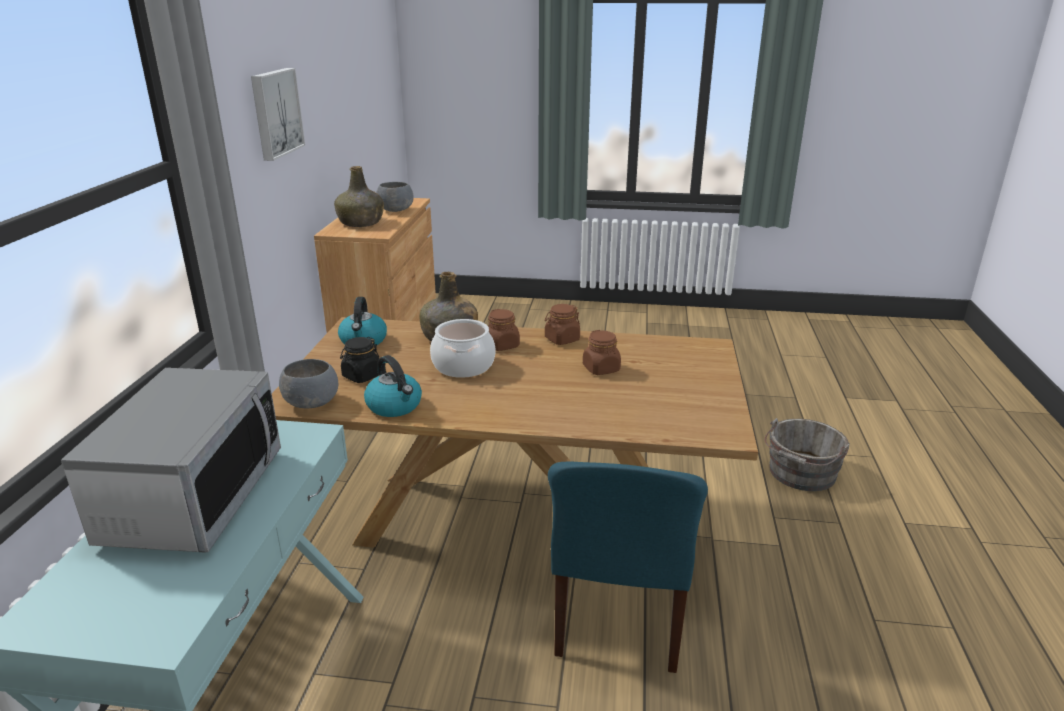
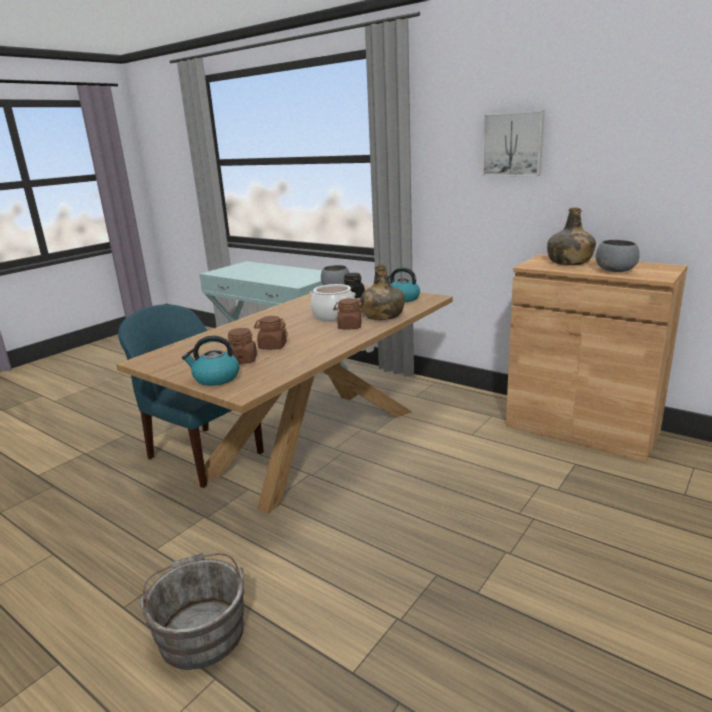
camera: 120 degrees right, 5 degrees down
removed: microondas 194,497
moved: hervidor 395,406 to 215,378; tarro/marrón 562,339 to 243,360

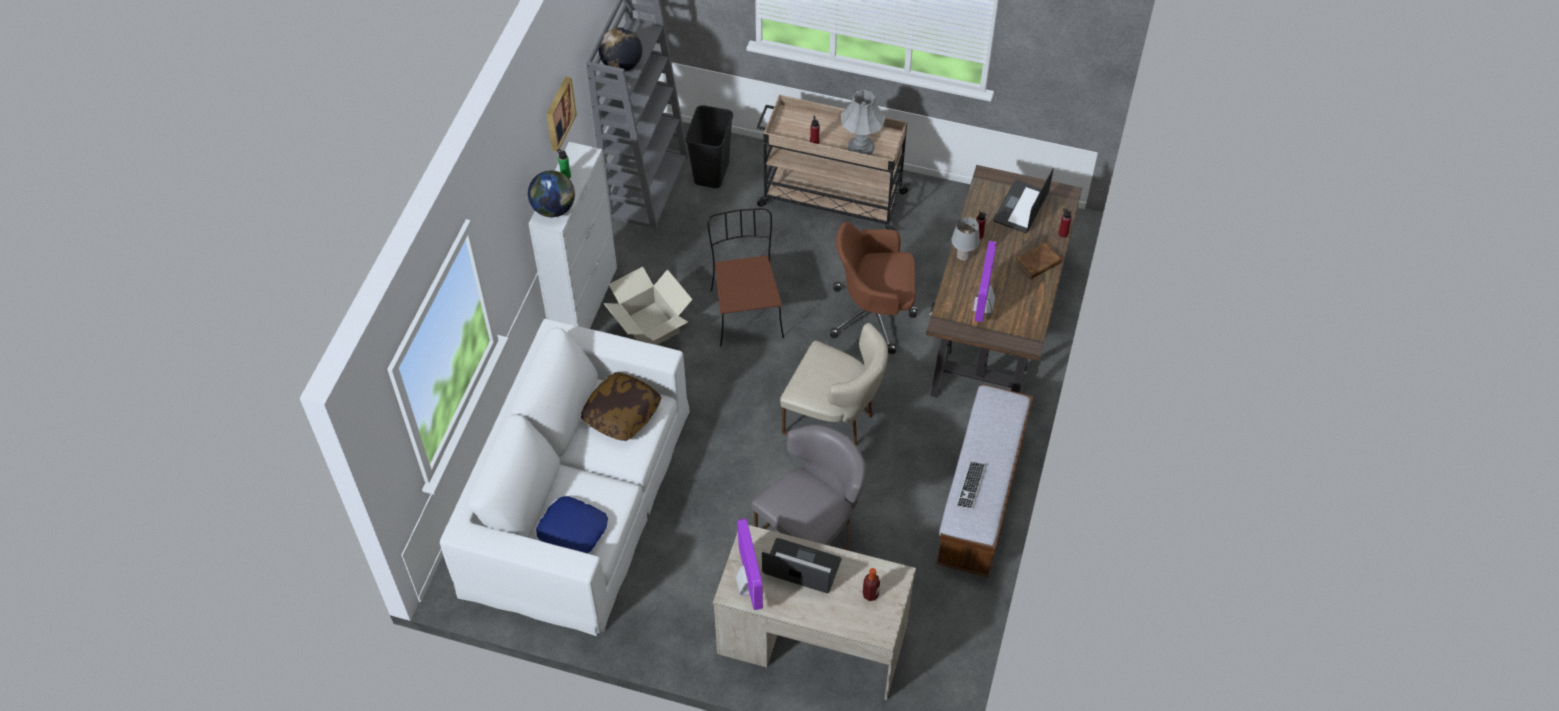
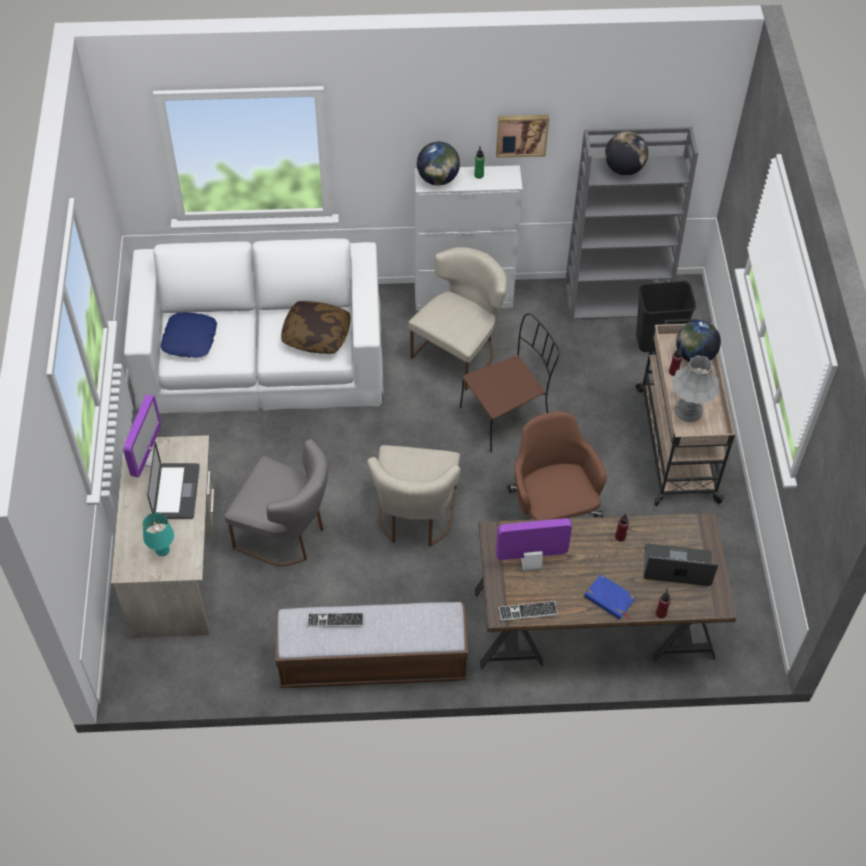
camera: 70 degrees right, 0 degrees up
removed: lámpara de mesa/gris 963,257
added: teclado 528,611; globo terráqueo 694,355
replaced: botella 870,594 to lámpara de mesa/turquesa 163,551; caja de cartón 651,326 to silla/beis 459,351
recoloured: libro/marrón 1038,263 to libro/azul 609,599
turned: monitor 748,585 = 146,458 45 degrees counterclockwise

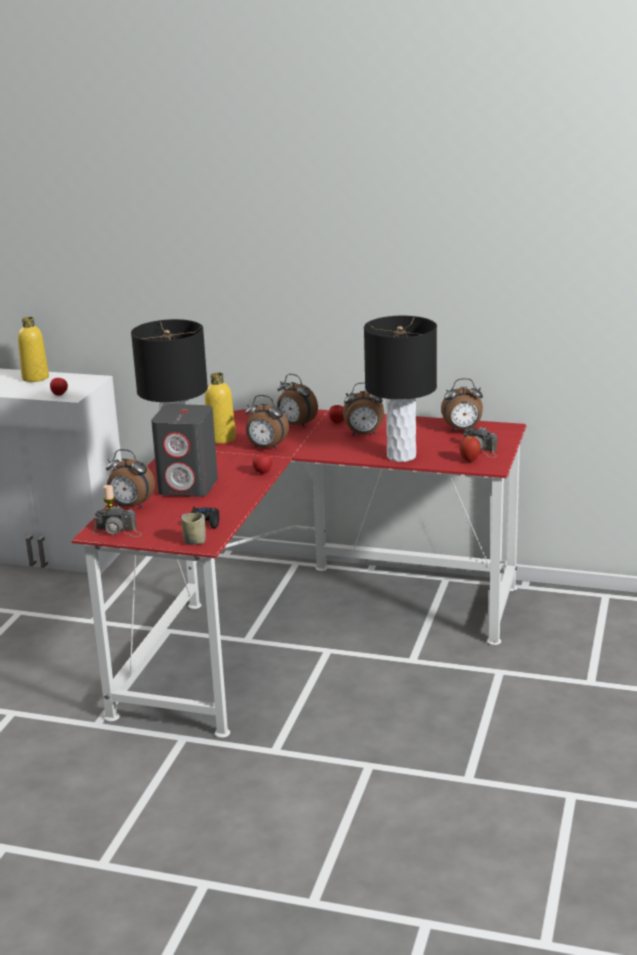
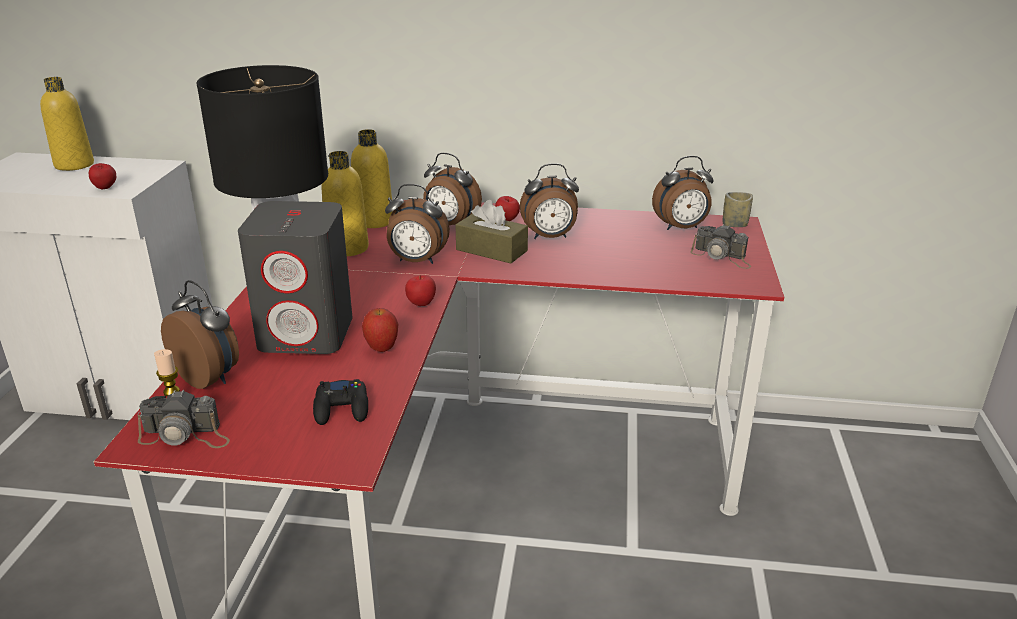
camera: 10 degrees left, 5 degrees up
removed: lámpara de mesa/negro 401,456
added: botella/amarillo 374,221; caja de pañuelos/marrón 491,250
moved: manzana 469,460 to 382,349; taza 194,541 to 734,225
turned: despertador 131,506 = 210,377 150 degrees counterclockwise

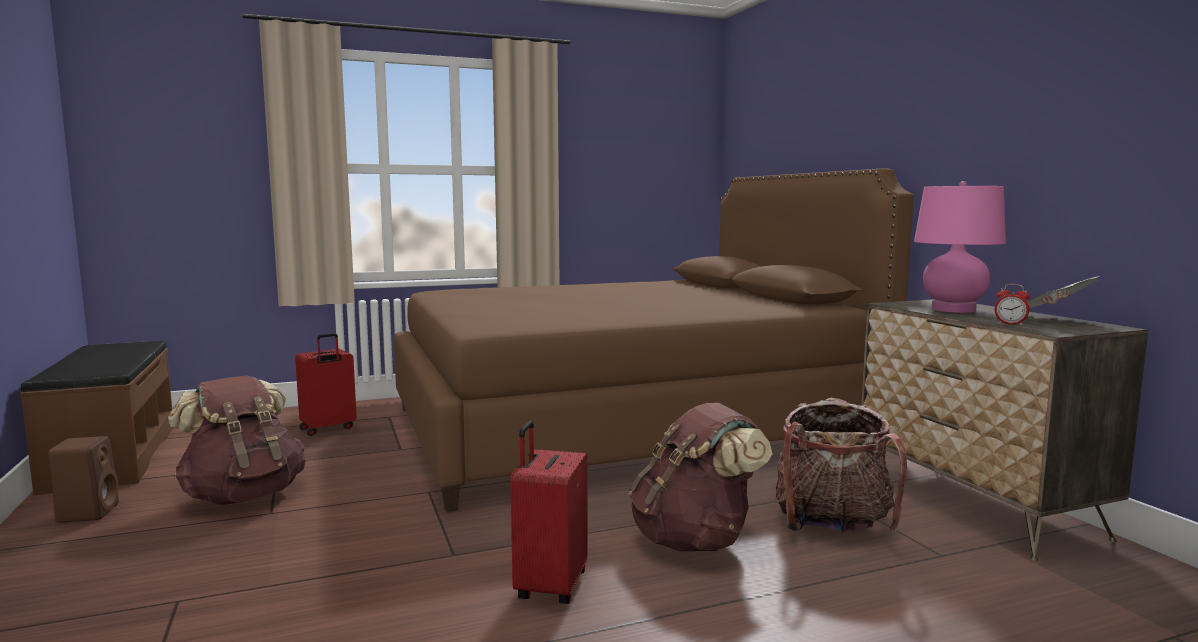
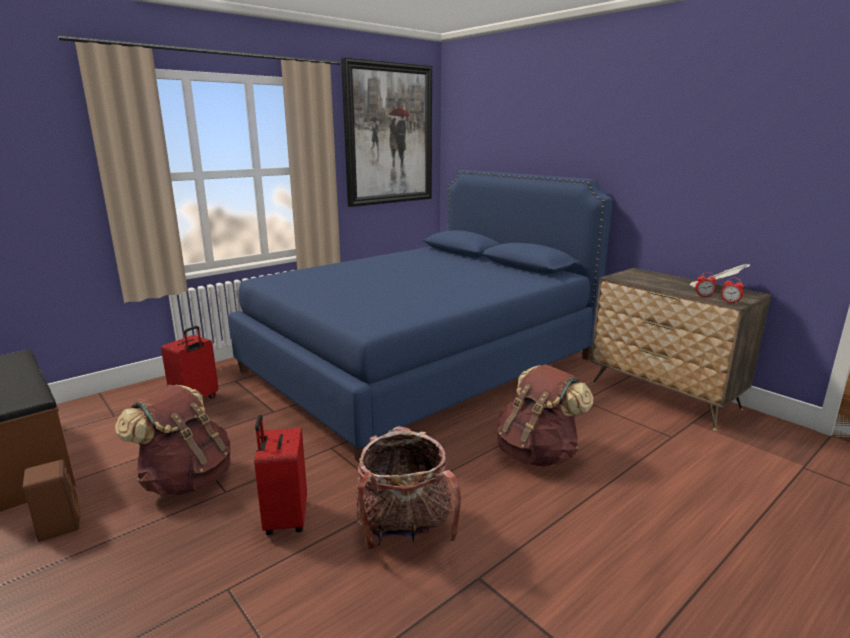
camera: 20 degrees left, 10 degrees up
removed: lámpara de mesa/rosa 953,309
added: cuadro 389,135; despertador 730,302
moved: maleta/rojo 549,586 to 285,519; mochila 831,524 to 404,530
recoloured: cama/marrón 625,426 to cama/azul 420,364

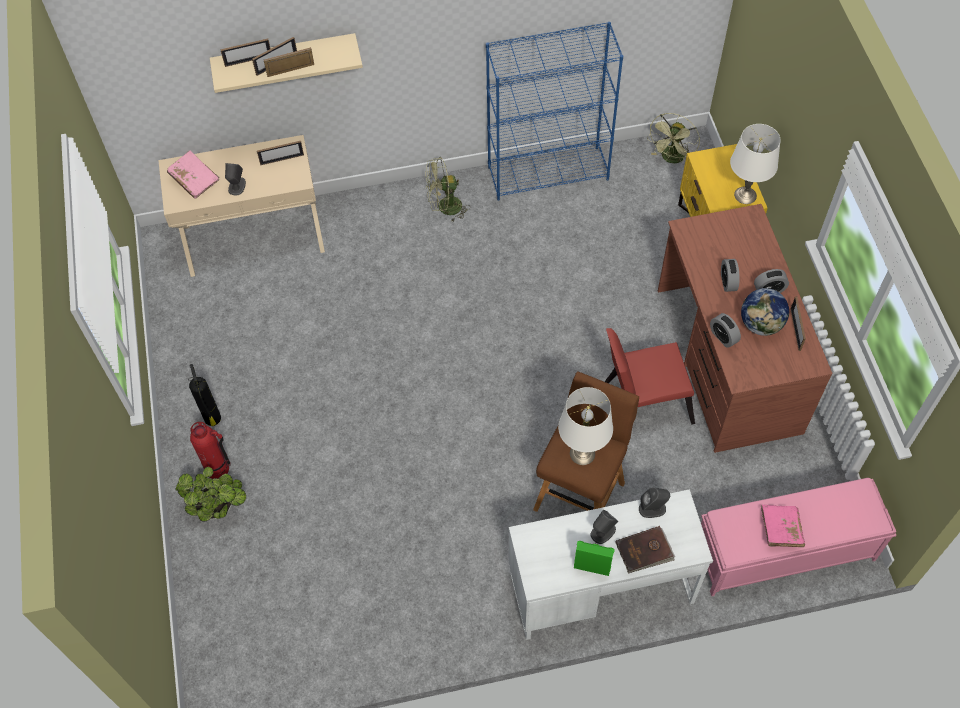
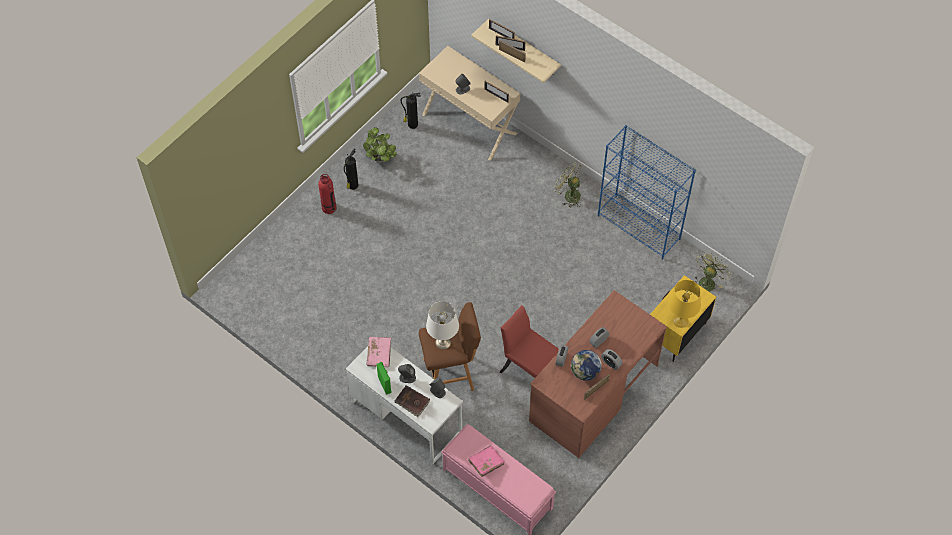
camera: 50 degrees right, 0 degrees up
added: extintor 412,124
moved: planta en maceta 219,508 to 381,159; libro/rosa 194,179 to 379,354
recoloured: lámpara de mesa/blanco 745,195 to lámpara de mesa/amarillo 680,320
turned: ventilador/verde 671,159 = 708,281 135 degrees clockwise

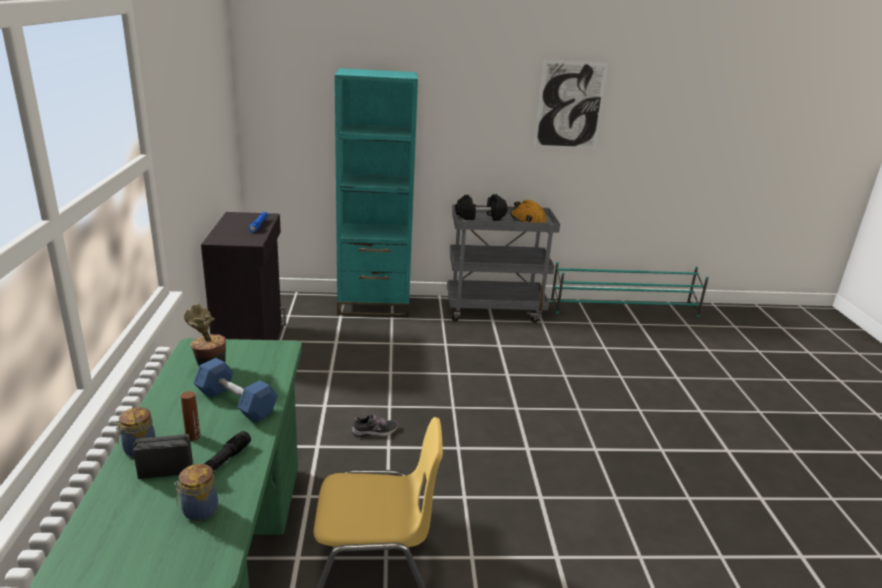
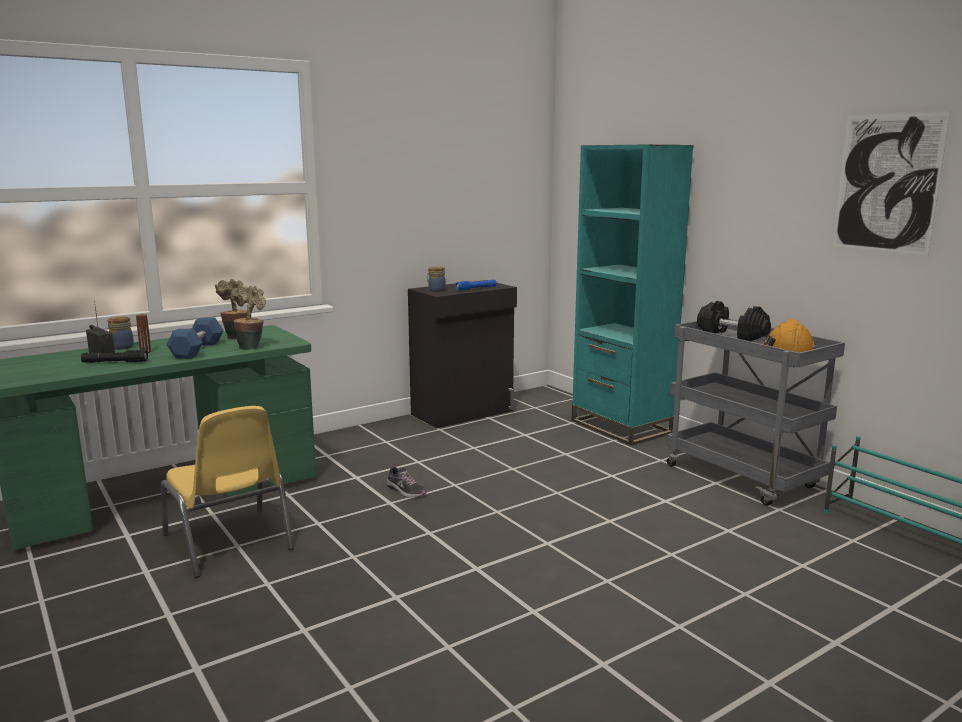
camera: 60 degrees right, 10 degrees down
added: planta en maceta 251,347
moved: tarro 198,511 to 436,290

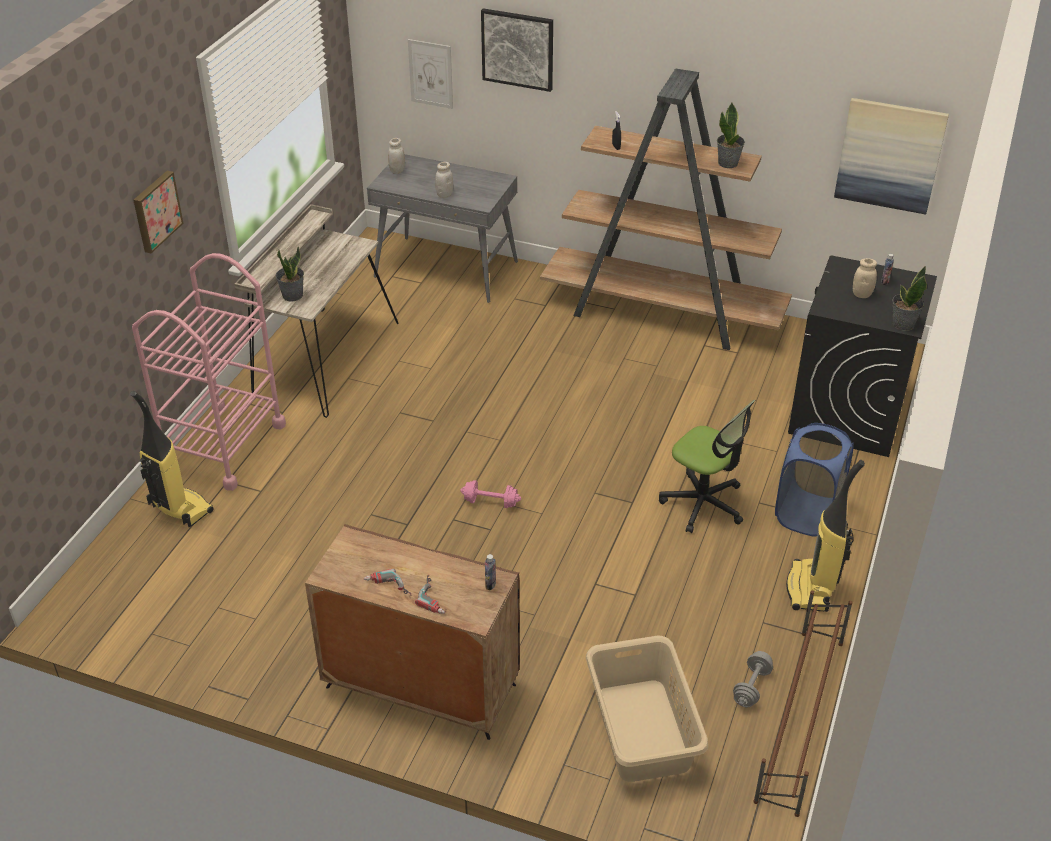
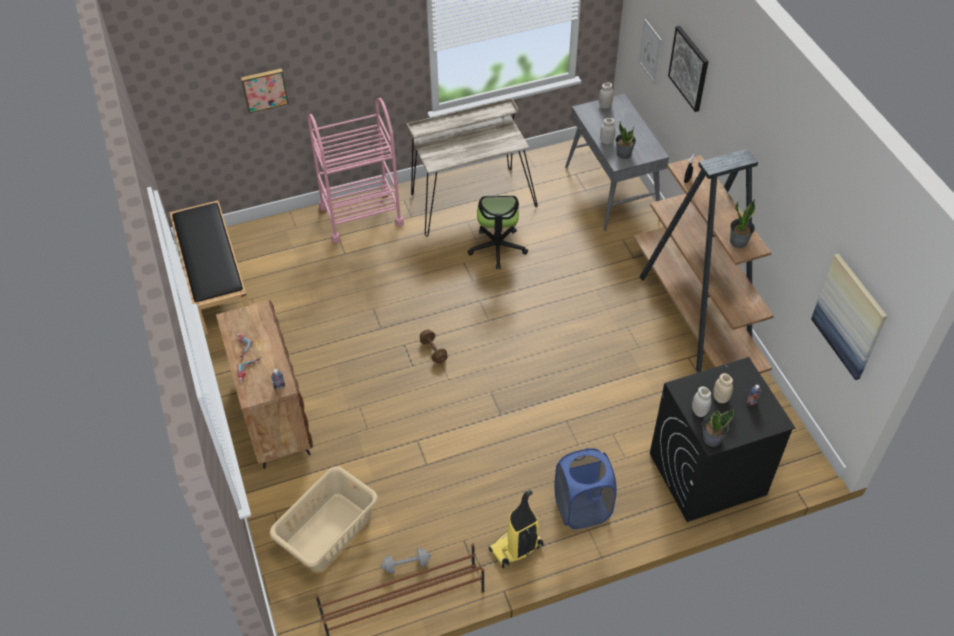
camera: 50 degrees right, 10 degrees up
removed: aspiradora 179,508
added: banco/negro 214,279; tarro/blanco 699,411
moved: cuadro 155,211 to 264,89; silla de oficina 703,503 to 497,248; planta en maceta 292,295 to 623,153
recoloured: mancuerna/rosa 490,502 to mancuerna/marrón 433,351

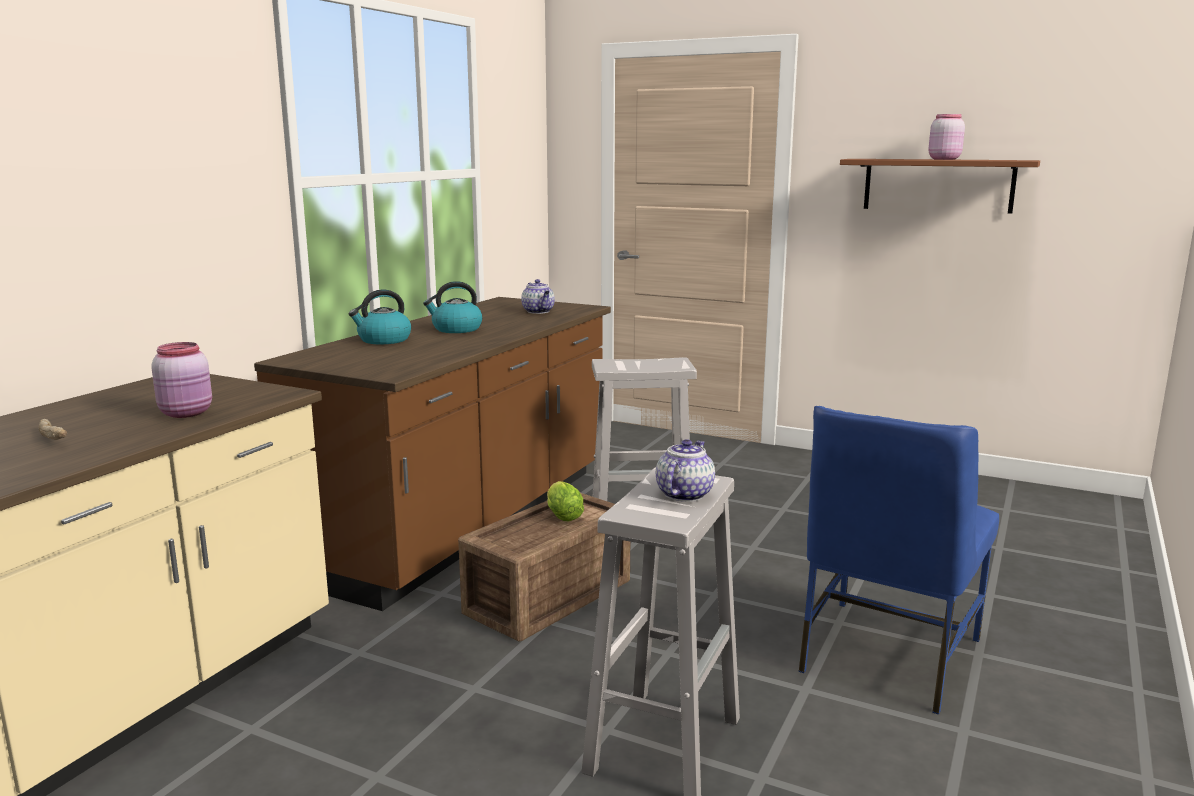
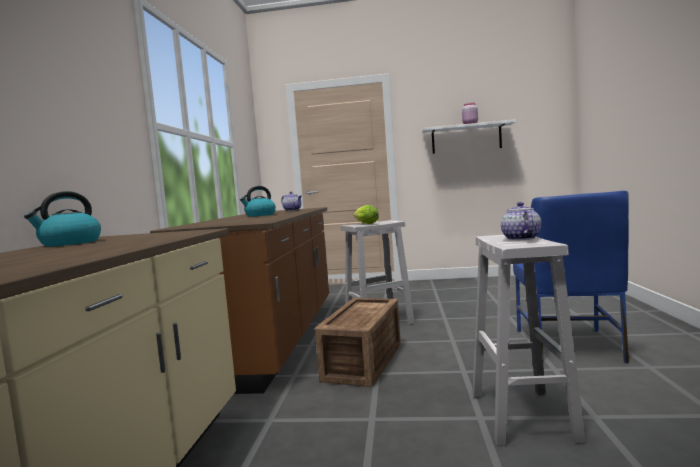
camera: 20 degrees left, 10 degrees down
removed: pan 54,437; tarro/rosa 187,413
moved: hervidor 383,340 to 70,243; lechuga 562,515 to 365,224
recoloured: estante/marrón 938,185 to estante/blanco 466,138

